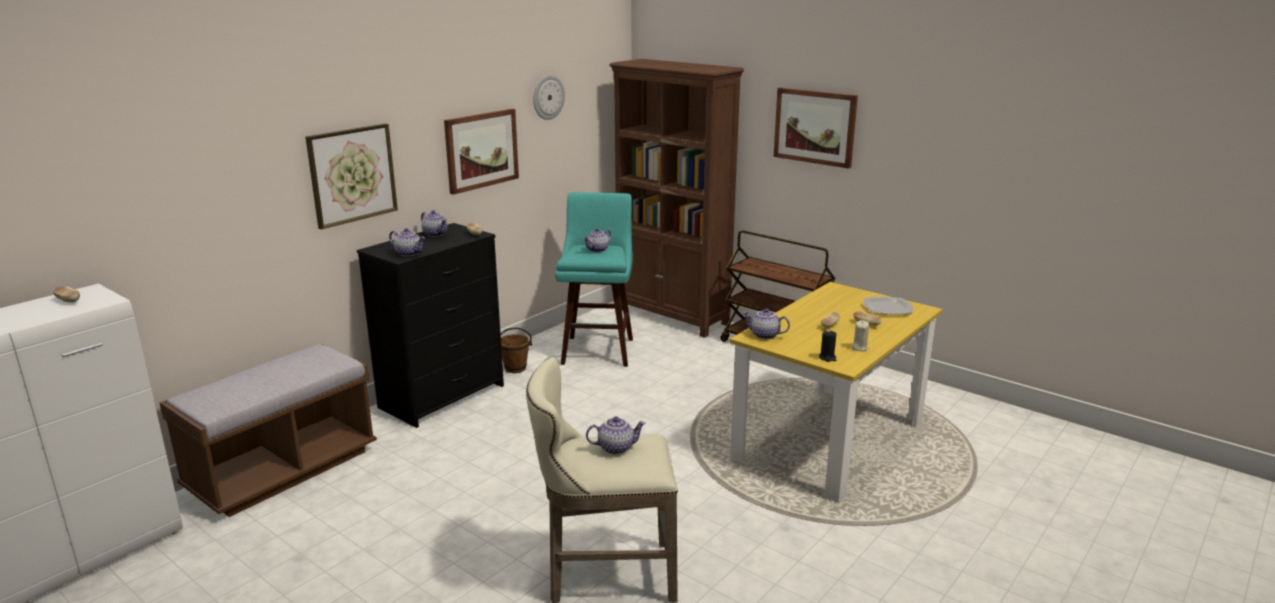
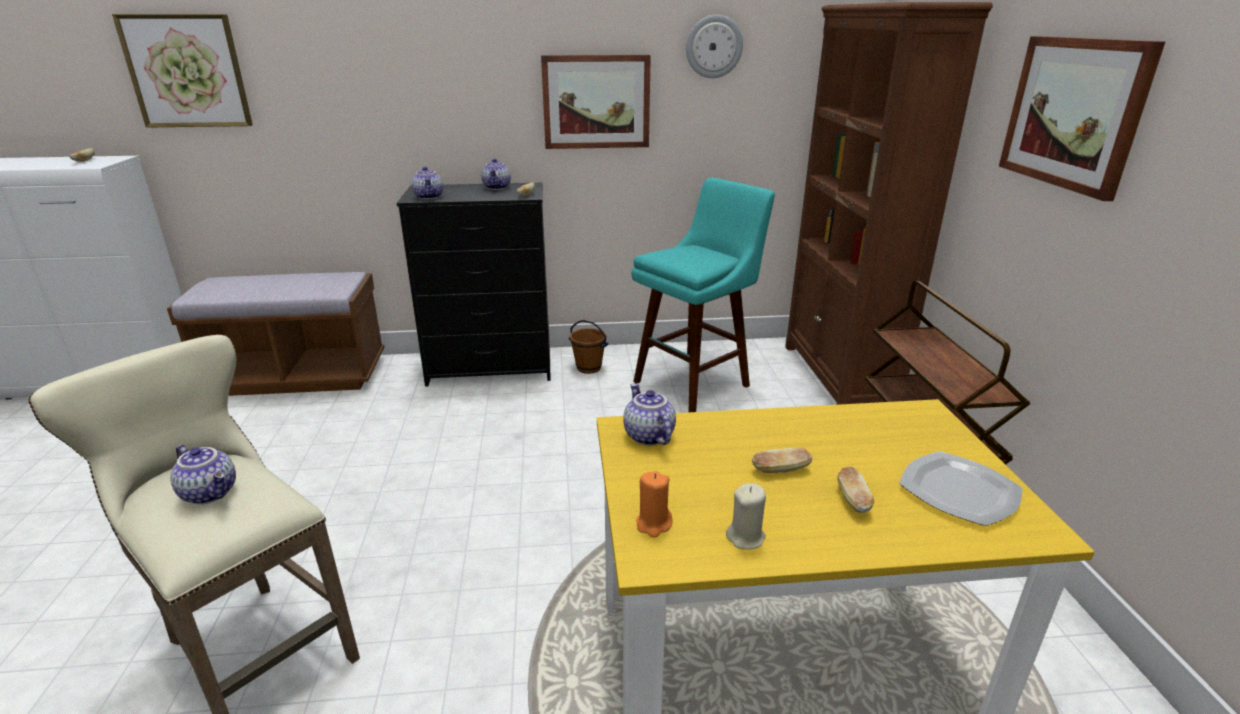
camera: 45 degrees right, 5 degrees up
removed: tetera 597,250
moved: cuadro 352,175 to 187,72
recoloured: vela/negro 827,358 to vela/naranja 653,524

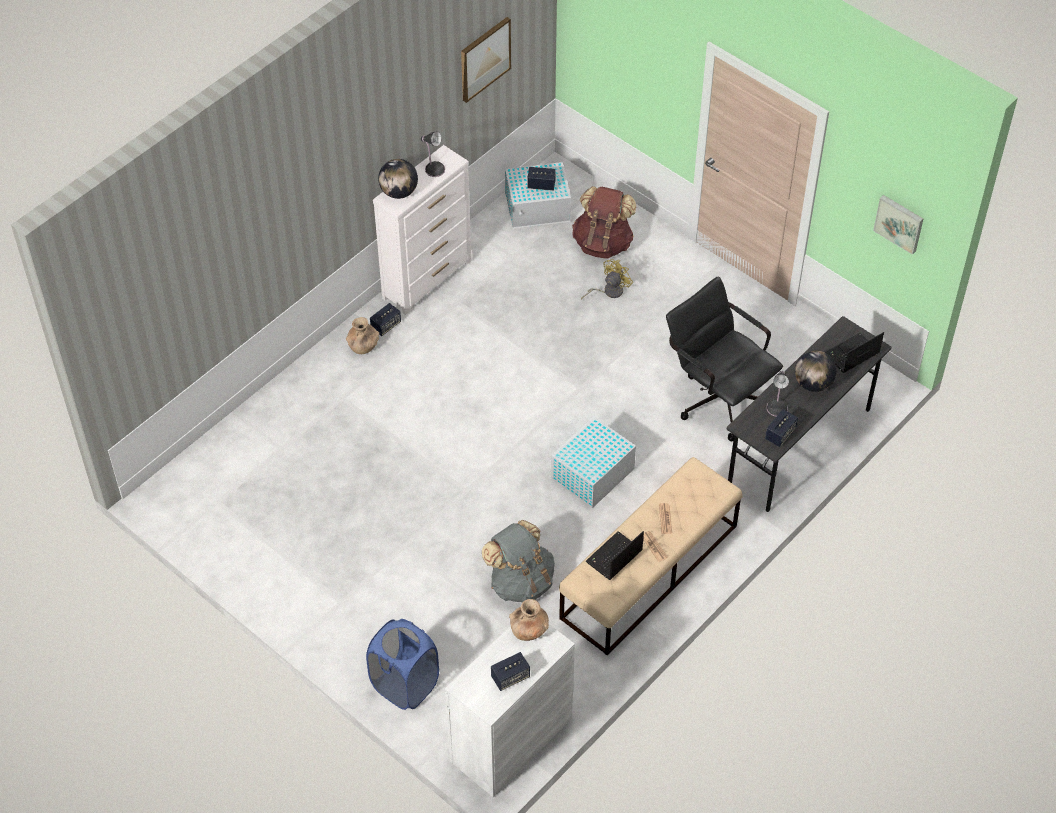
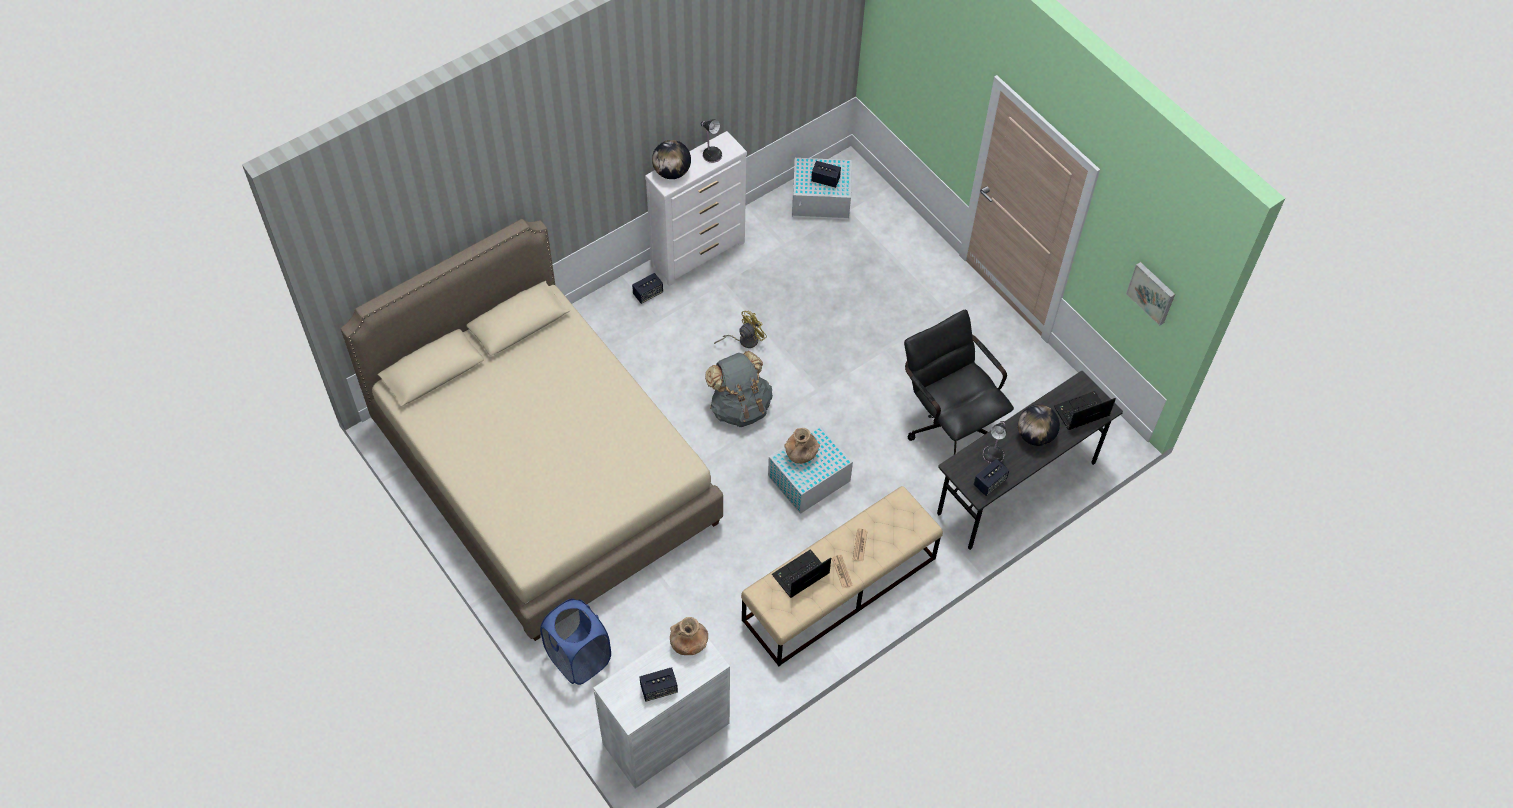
camera: 10 degrees right, 5 degrees up
removed: cuadro 484,58; mochila/marrón 603,243
added: cama/beis 544,473
moved: mochila/gris 520,581 to 740,407; ventilador/amarillo 609,291 to 744,340; florero/marrón 363,347 to 801,455

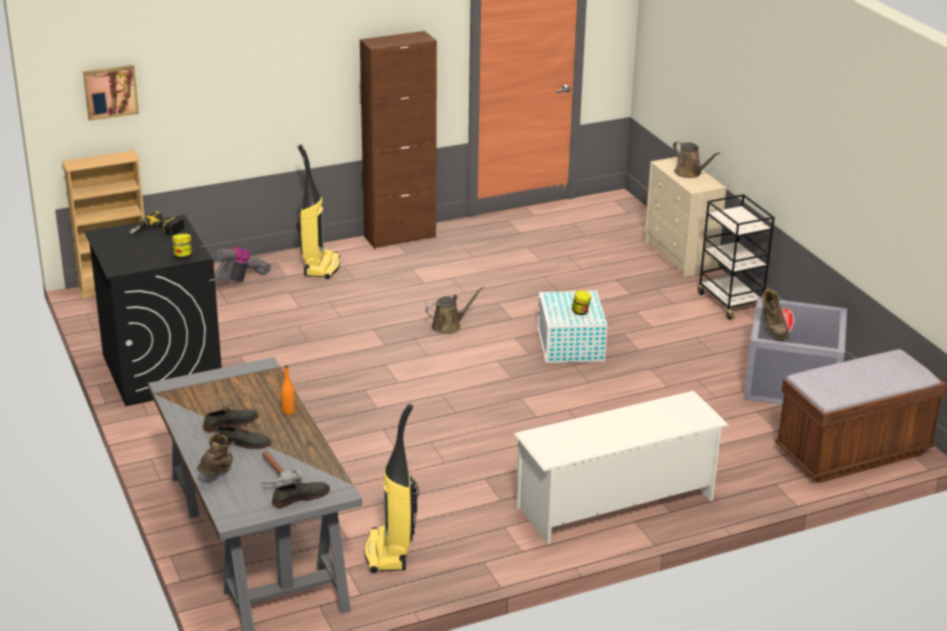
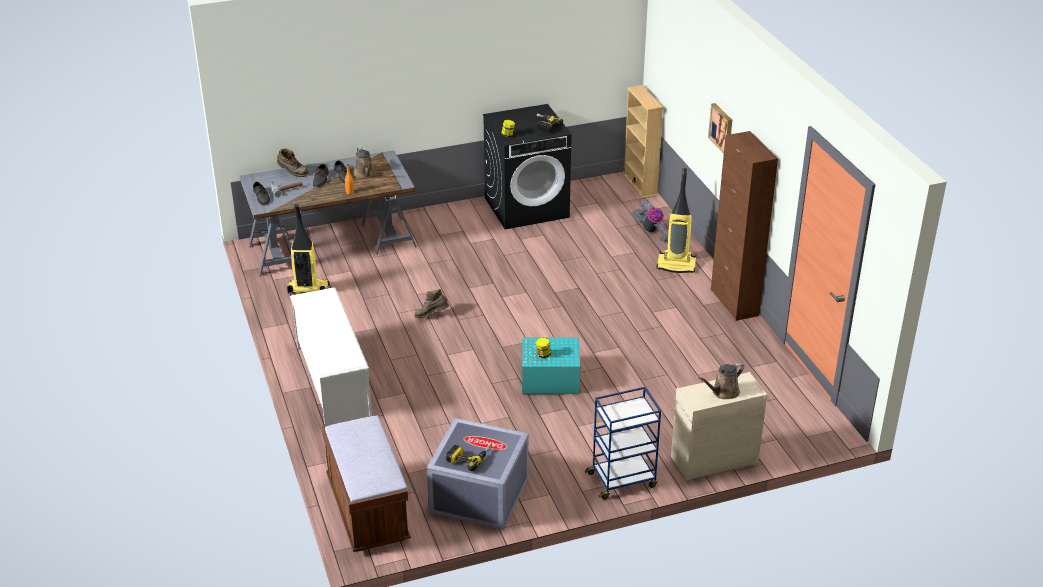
camera: 95 degrees right, 5 degrees up
added: taladro 469,458
moved: regadera/marrón 449,326 to 365,174; bota/marrón 772,329 to 431,316; cuadro 110,91 to 722,128
recoloured: caja de almacenaje/blanco 570,345 to caja de almacenaje/turquesa 549,379; carrito/negro 730,302 to carrito/azul 622,479

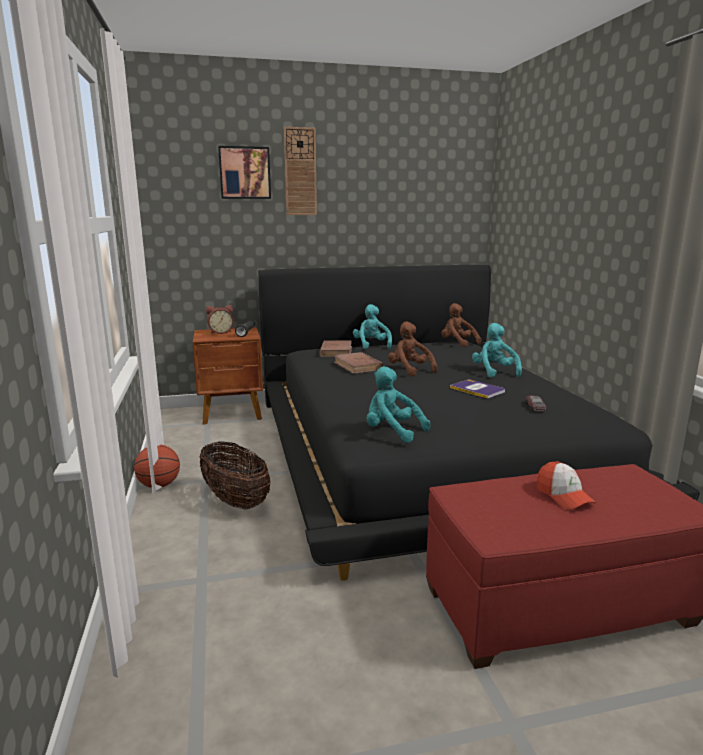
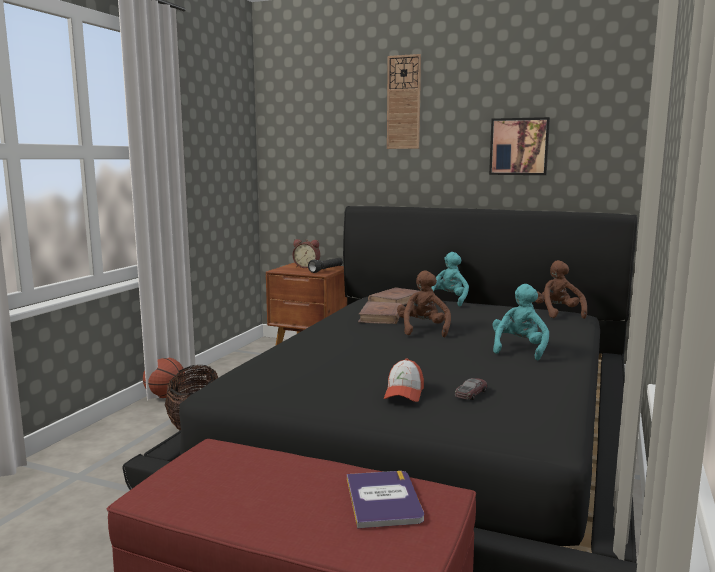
camera: 35 degrees right, 5 degrees down
removed: peluche/turquesa 392,432
moved: libro 477,389 to 383,499; gorra 563,496 to 404,393; cuadro 244,173 to 519,146

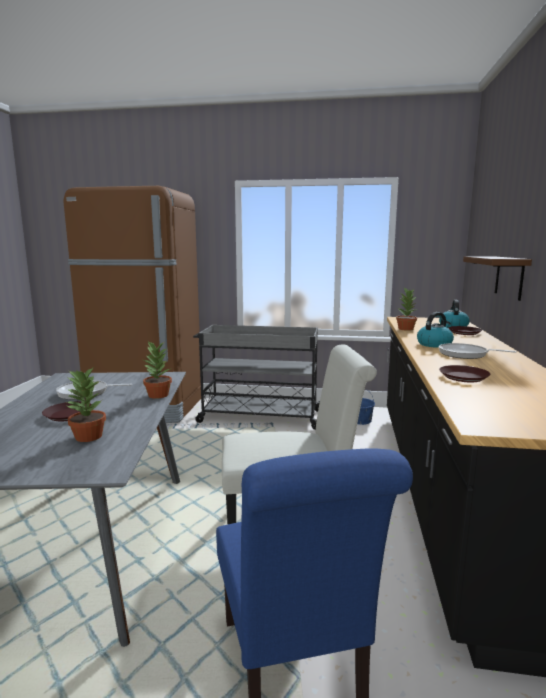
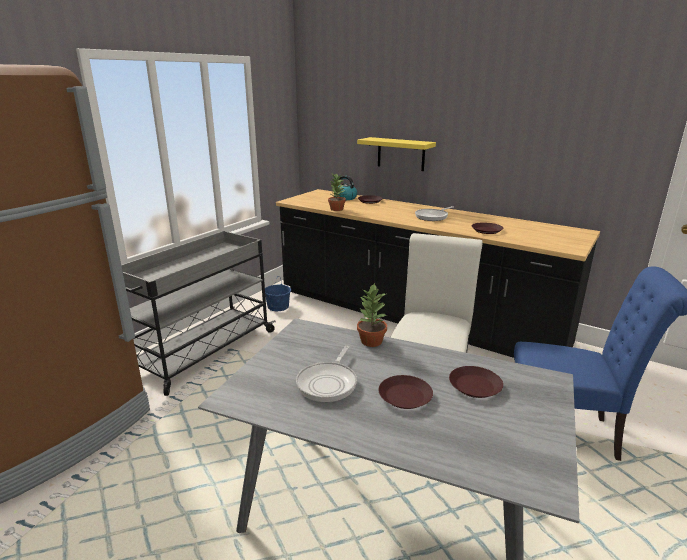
camera: 65 degrees left, 10 degrees up
removed: hervidor 434,344
replaced: planta en maceta 87,437 to plato/marrón 475,386
recoloured: estante/marrón 509,277 to estante/amarillo 401,154

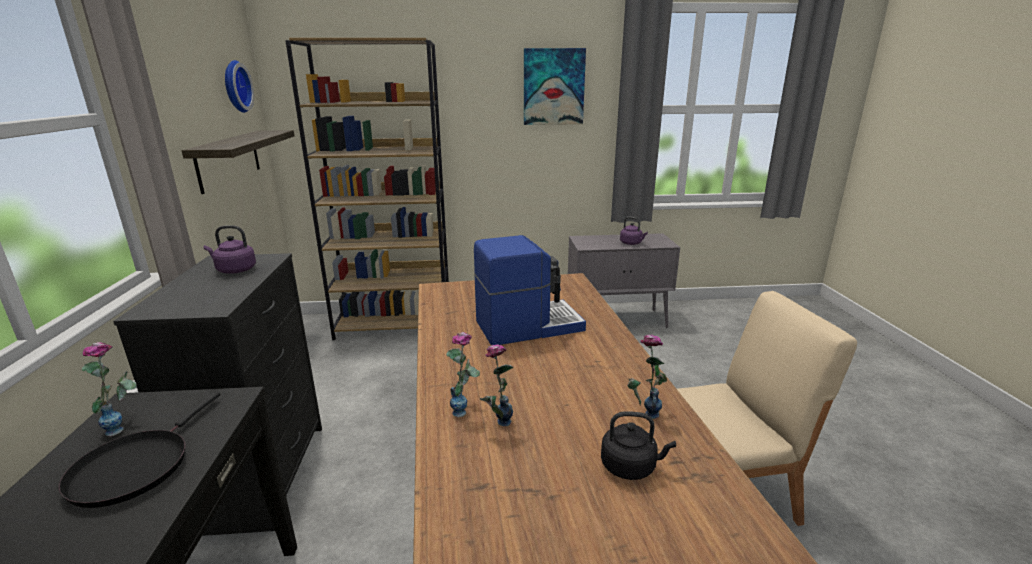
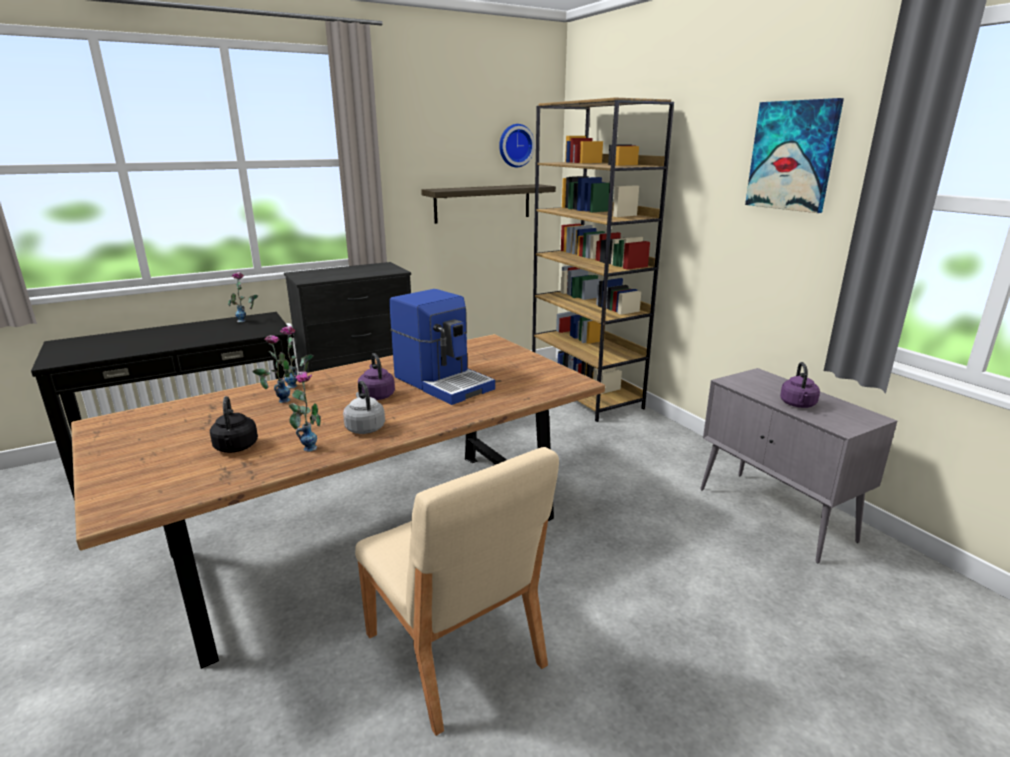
camera: 65 degrees right, 0 degrees up
removed: sartén/negro 135,466
added: hervidor/gris 364,427
moved: hervidor/morado 234,270 to 376,395

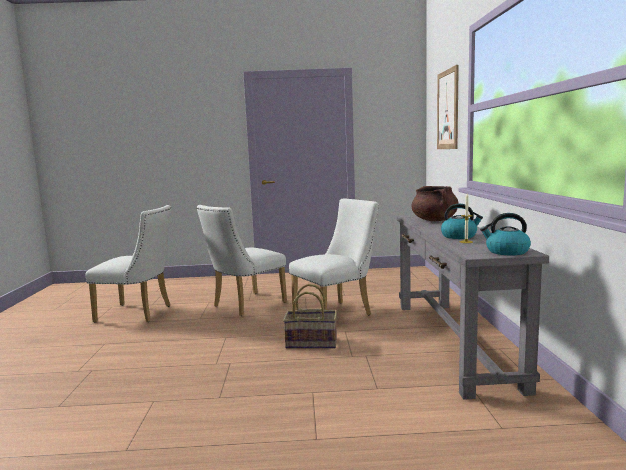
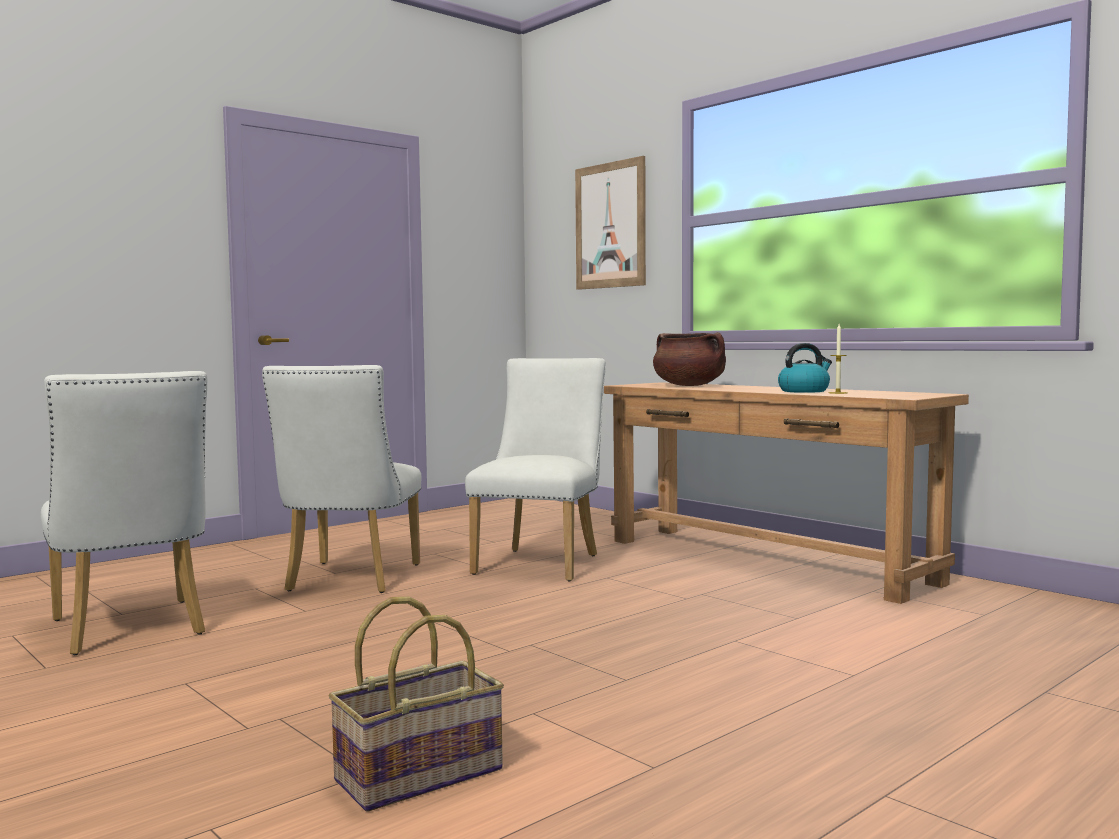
camera: 40 degrees left, 5 degrees down
removed: hervidor 506,252
moved: cesta 312,343 to 418,774
recoloured: mesa consola/gris 452,341 to mesa consola/marrón 764,561
turned: silla/blanco 139,313 = 131,630 90 degrees clockwise

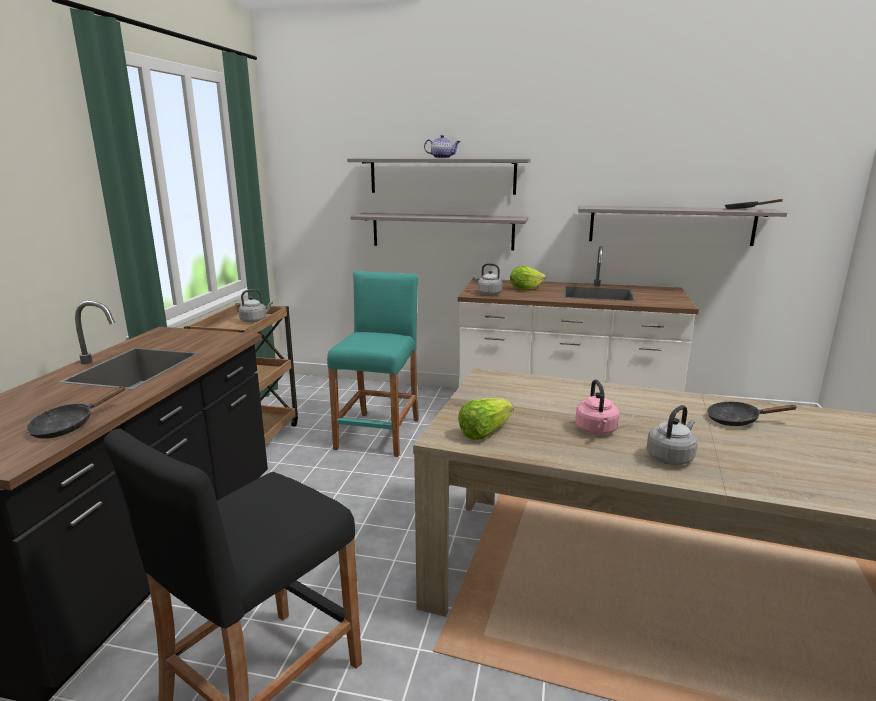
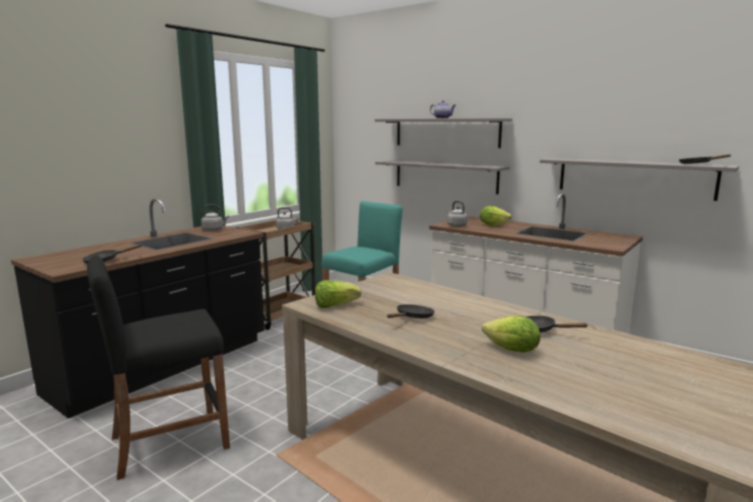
camera: 25 degrees right, 5 degrees down
added: lechuga 512,350
moved: hervidor/gris 671,457 to 214,230
replaced: hervidor/rosa 596,431 to sartén/negro 412,318

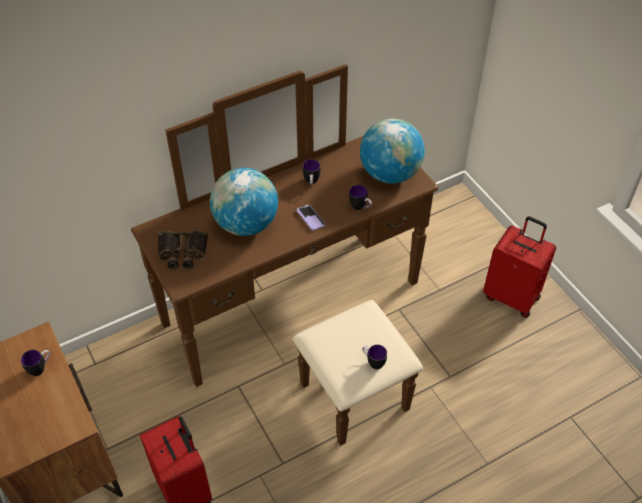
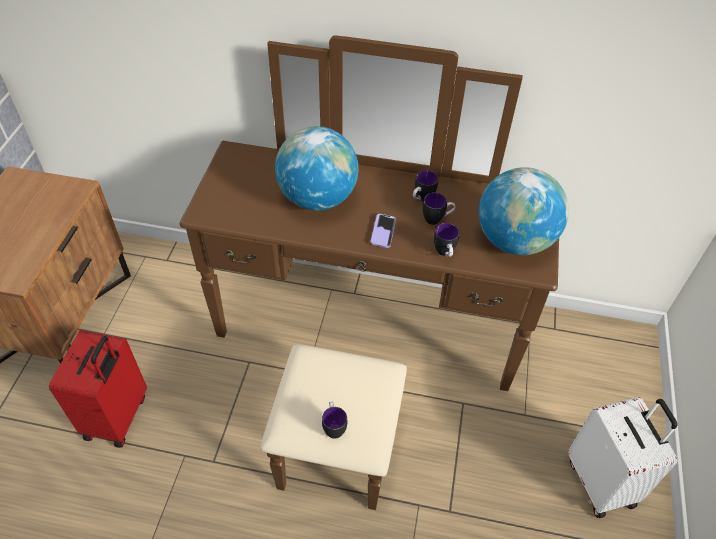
camera: 40 degrees right, 0 degrees up
removed: prismáticos 182,253
moved: taza grande 40,368 to 437,219
recoloured: maleta/rojo 512,296 to maleta/blanco 602,482

